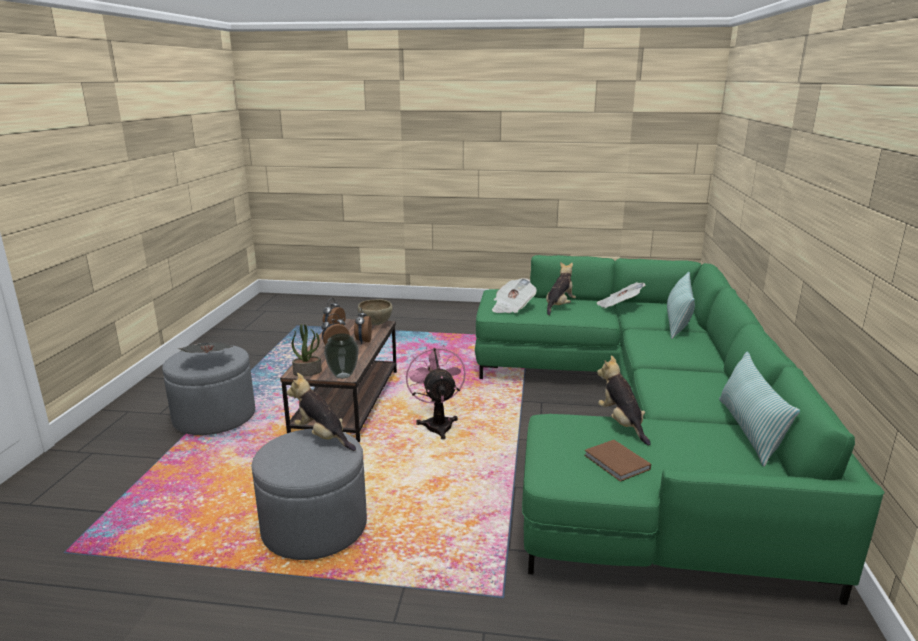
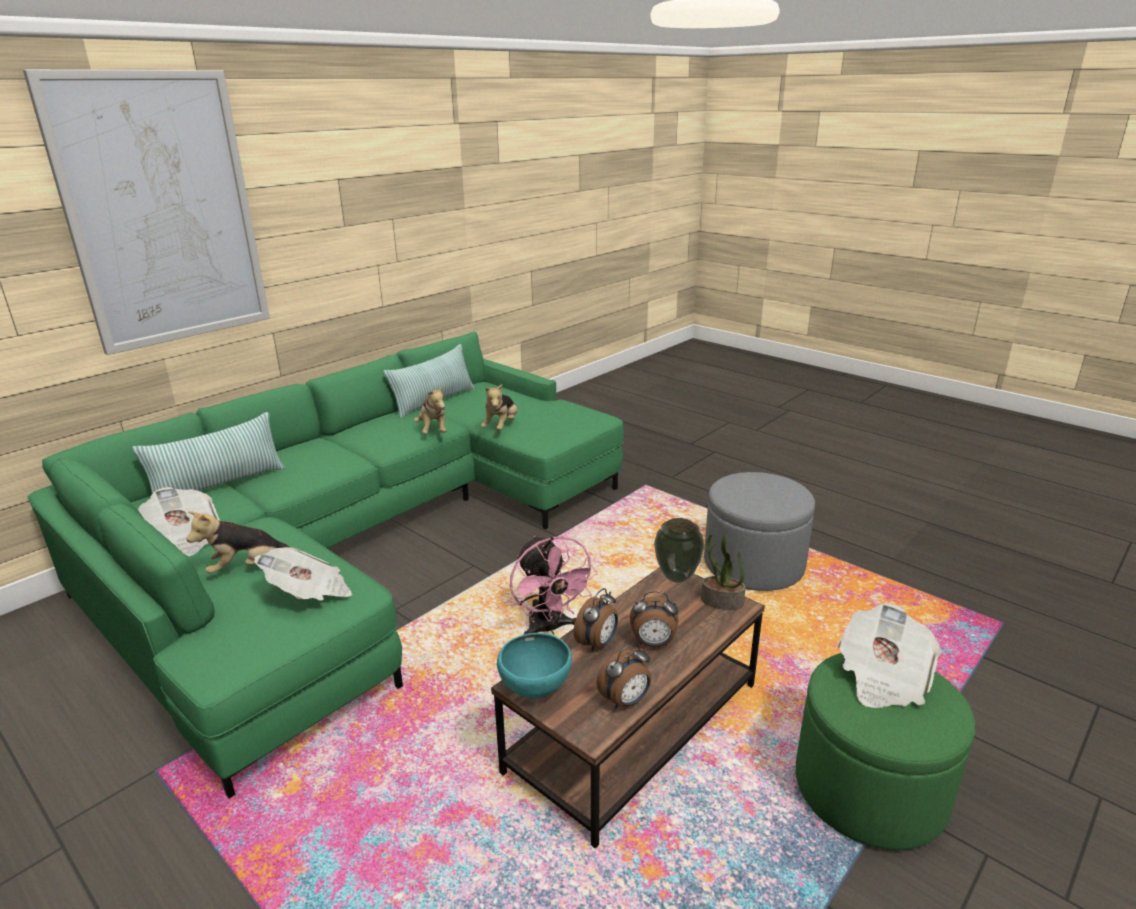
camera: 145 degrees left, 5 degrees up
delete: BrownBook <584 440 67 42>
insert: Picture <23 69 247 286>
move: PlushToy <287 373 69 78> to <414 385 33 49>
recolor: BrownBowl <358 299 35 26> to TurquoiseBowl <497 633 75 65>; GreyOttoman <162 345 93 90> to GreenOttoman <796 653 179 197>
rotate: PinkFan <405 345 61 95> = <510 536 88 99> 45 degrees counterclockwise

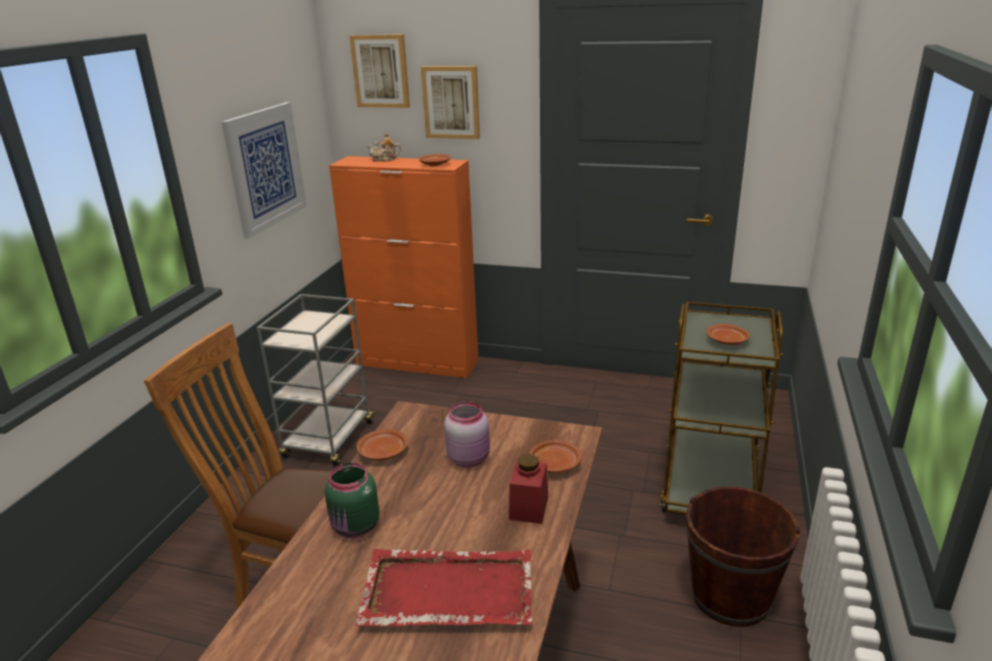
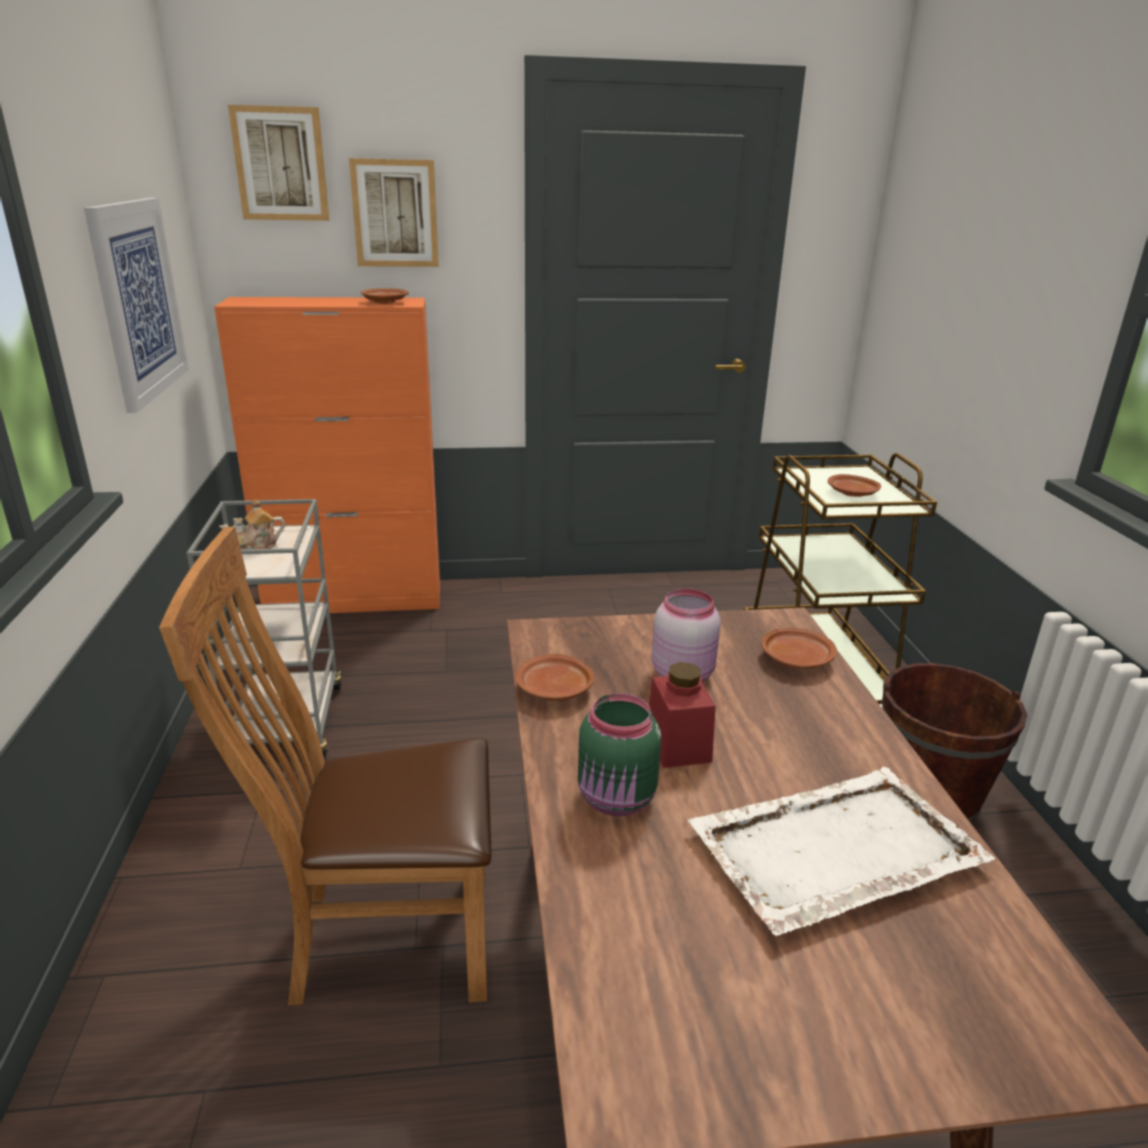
camera: 25 degrees left, 0 degrees up
move: Teapot <367 132 34 29> to <219 500 66 50>; RedJar <509 454 39 70> to <649 662 67 106>
recolor: RedTray <355 549 177 78> to WhiteTray <688 767 307 169>

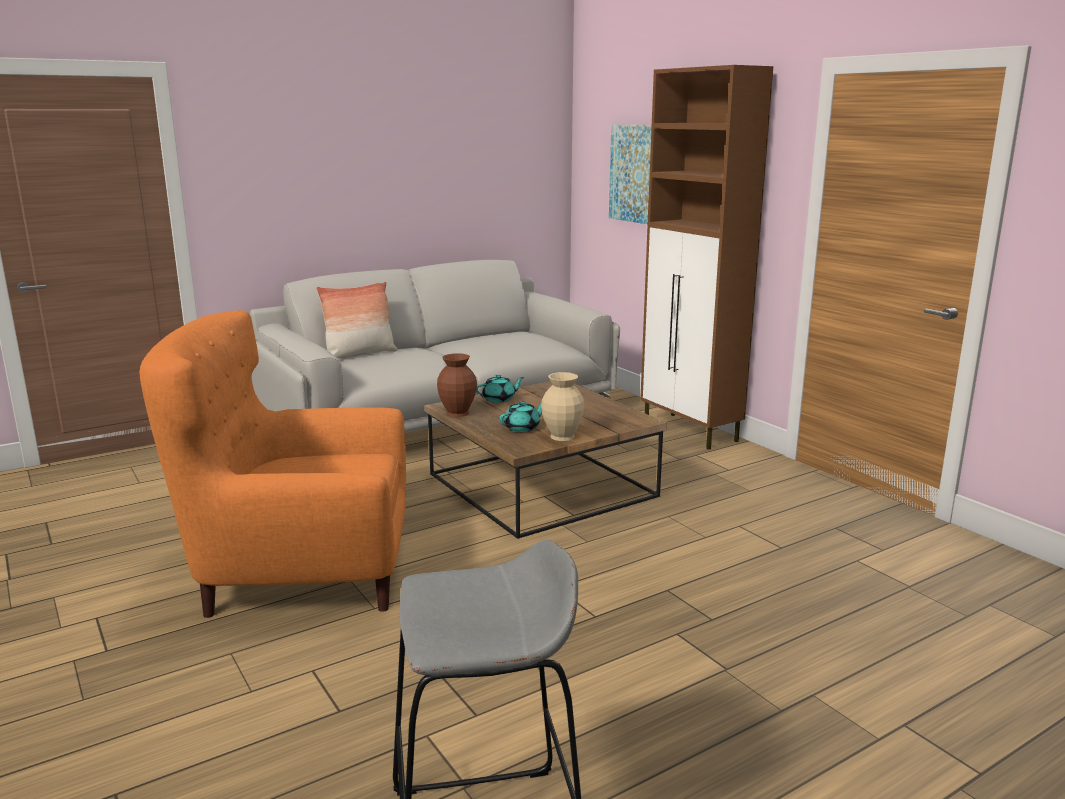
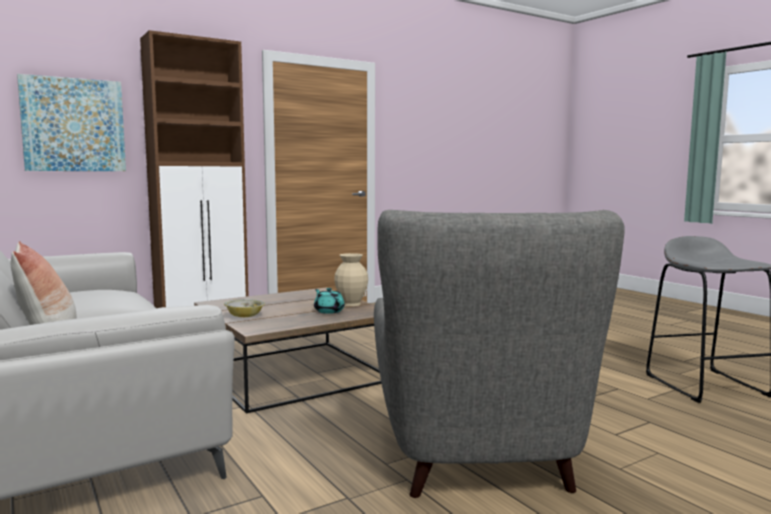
camera: 90 degrees left, 10 degrees down
delete: BrownVase <437 353 40 64>
replace: TurquoiseTeapot <476 375 48 28> to Bowl <224 299 41 18>
recolor: OrangeArmchair <139 310 267 308> to GreyArmchair <374 210 251 288>

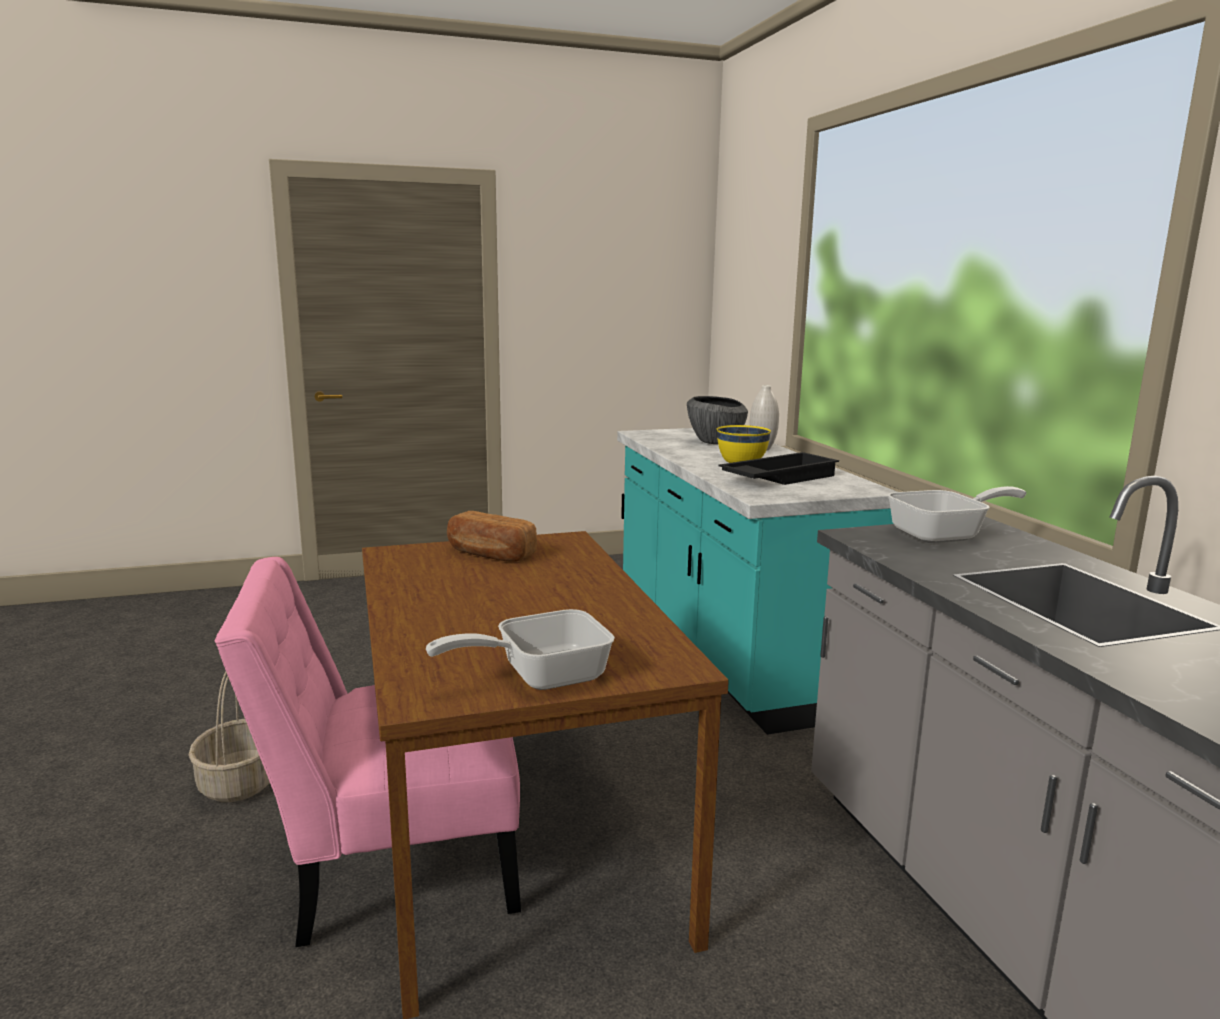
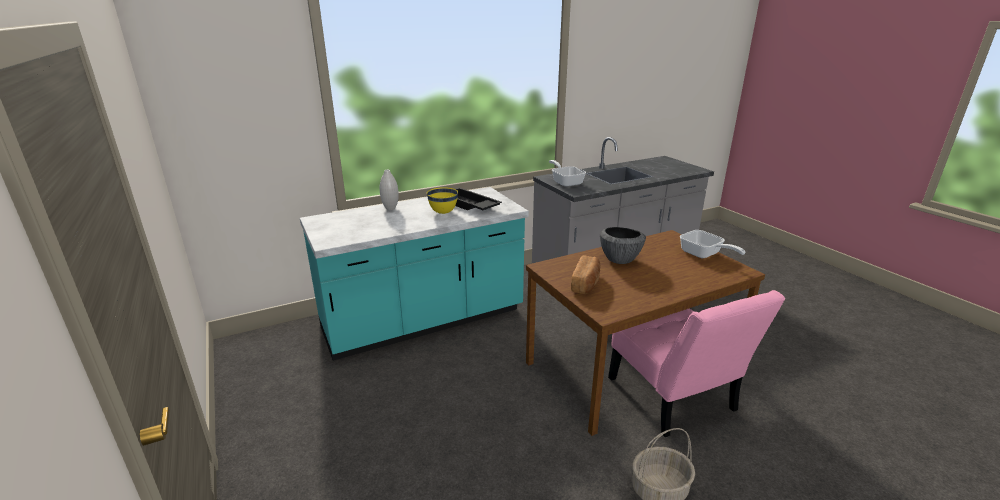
camera: 100 degrees left, 10 degrees up
move: Bowl <687 396 61 48> to <600 227 46 37>

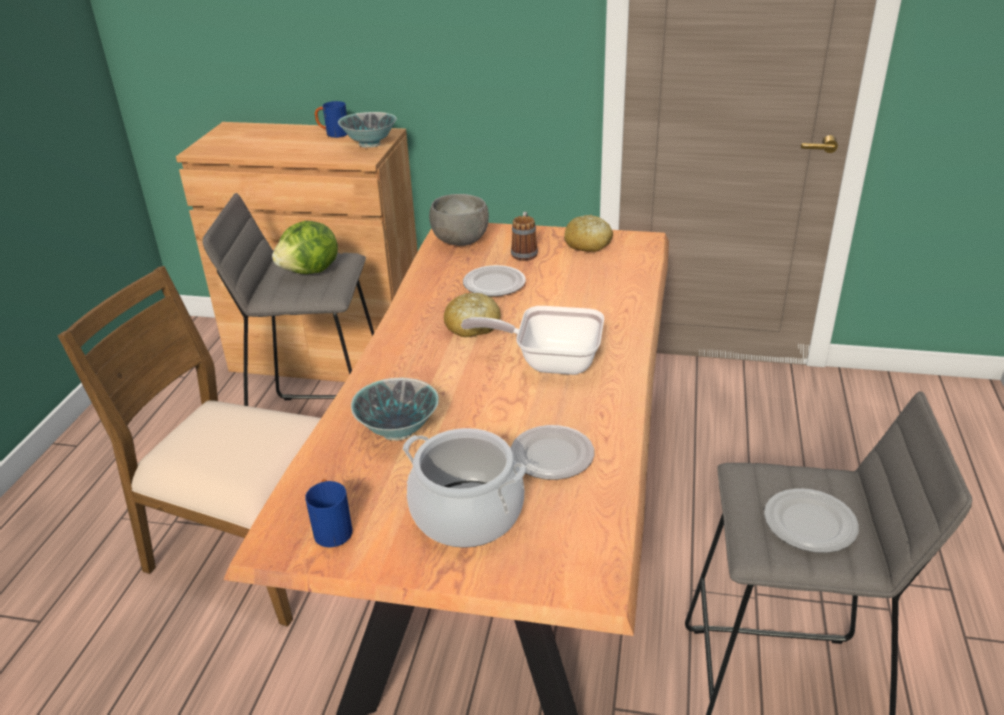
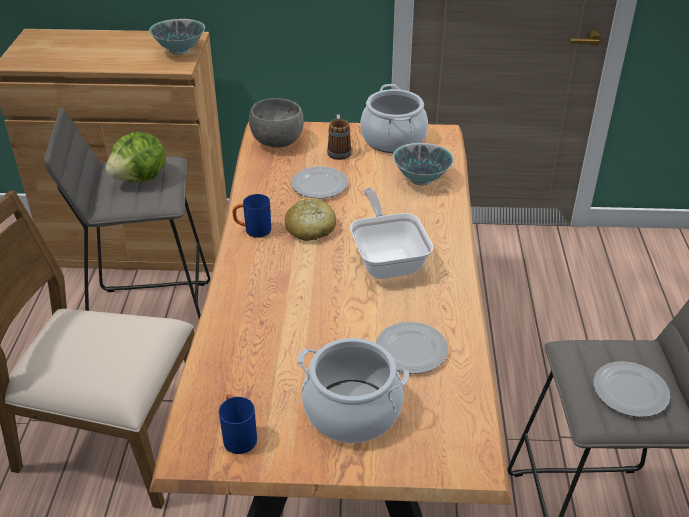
camera: 10 degrees left, 5 degrees up
move: BlueMug <315 101 32 37> to <232 194 39 43>; Bowl <351 378 88 63> to <393 143 61 42>
replace: Bread <564 215 49 37> to CookingPot <360 84 68 69>
rotate: FryingPan <461 306 143 69> = <350 188 83 91> 75 degrees clockwise

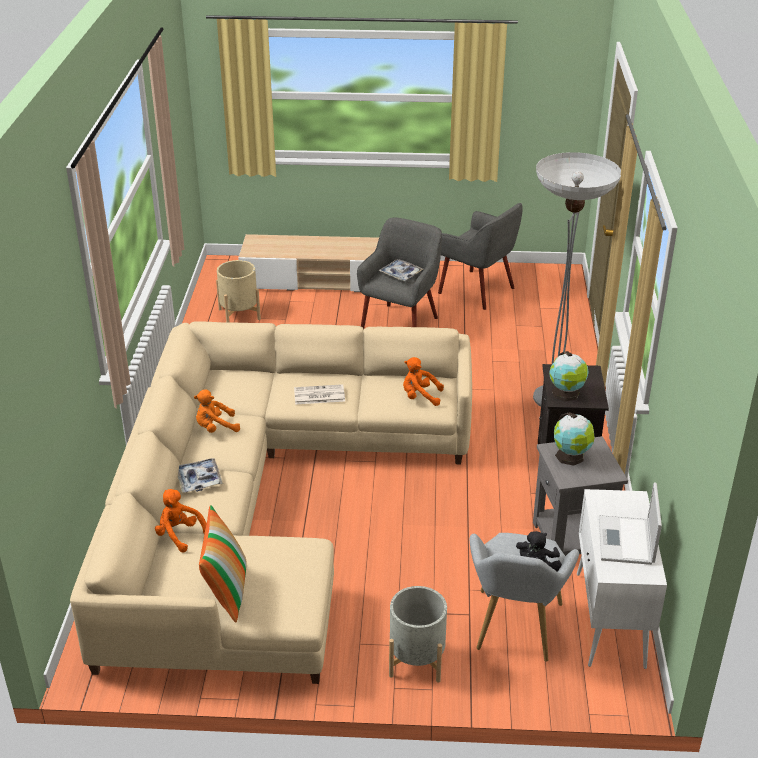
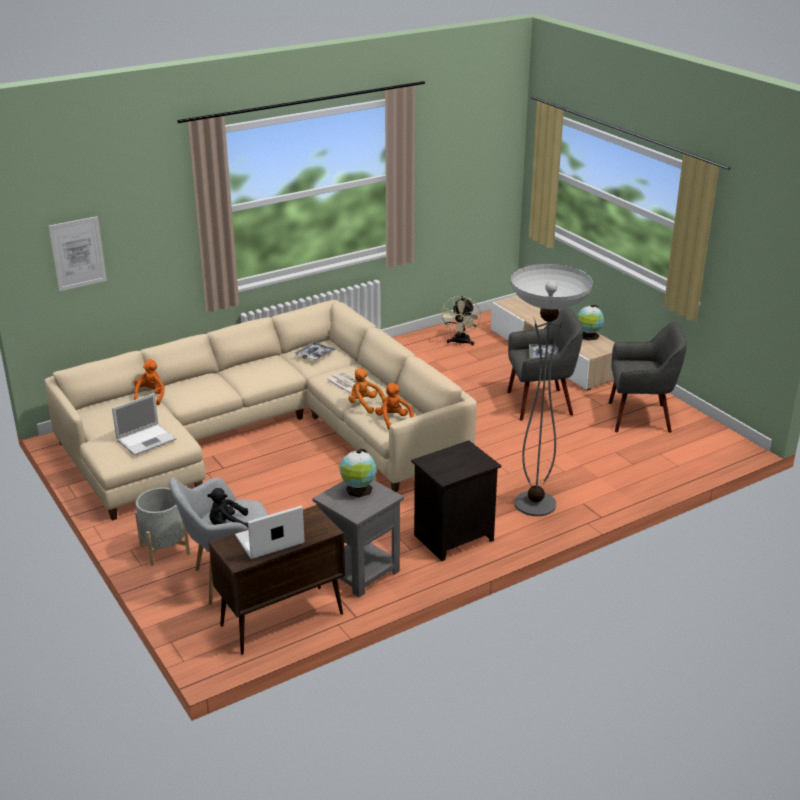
camera: 55 degrees right, 5 degrees down
delete: Pillow <199 505 48 118>
insert: Picture <48 216 59 75>; Laptop <112 393 64 63>
move: Tray <178 458 45 35> to <295 342 41 19>; OrangePlushToy <194 389 46 44> to <348 368 38 46>; Globe <549 351 40 51> to <577 305 27 36>
replace: BeigePlanter <216 260 45 63> to BeigeFan <440 296 41 49>
recolor: WhiteCabinet <577 489 90 180> to BrownCabinet <209 505 136 150>
rotate: GreyArmchair <438 203 85 107> = <609 322 78 111> 90 degrees counterclockwise

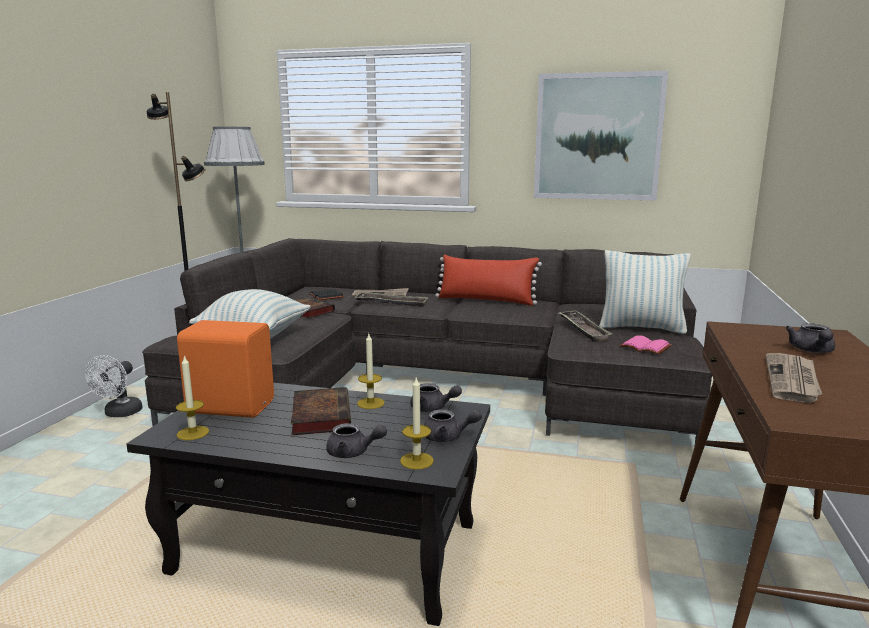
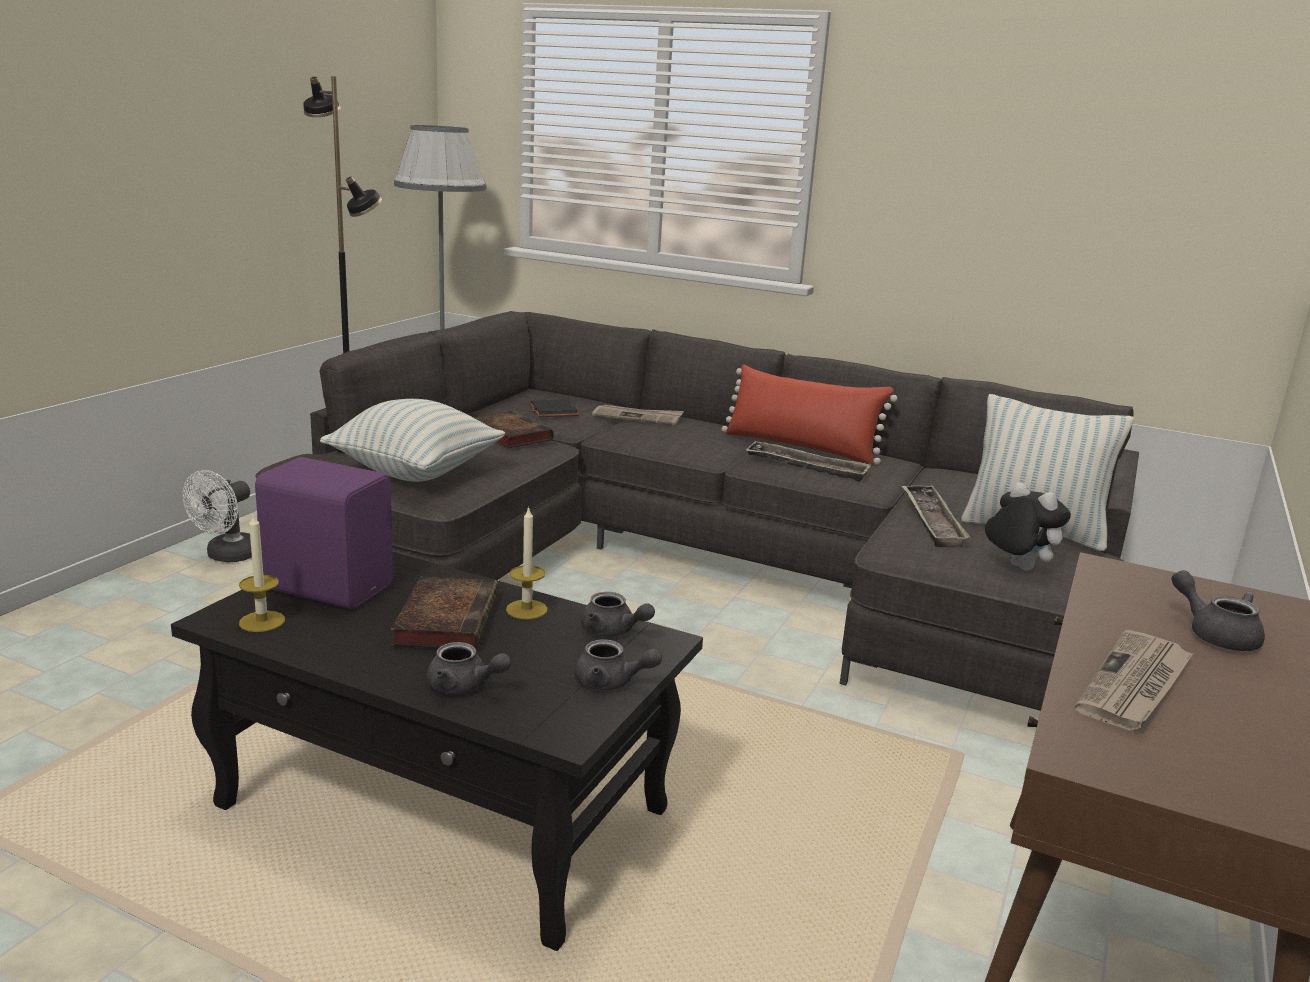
camera: 10 degrees right, 5 degrees up
delete: Candle <400 378 34 92>; Picture <534 71 134 129>
move: Tray <354 292 75 15> to <745 441 126 41>
replace: PinkBook <620 335 51 20> to PlushToy <985 482 86 88>
recolor: OrangeSpeaker <177 320 97 98> to PurpleSpeaker <255 457 138 152>
rotate: GreyTeapot <786 323 49 30> = <1171 570 94 81> 120 degrees clockwise

